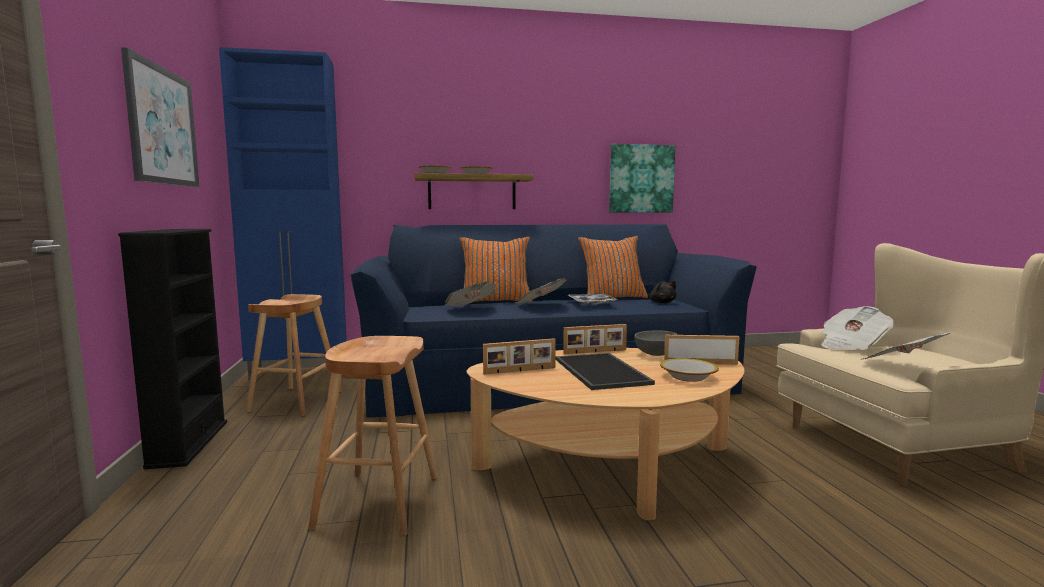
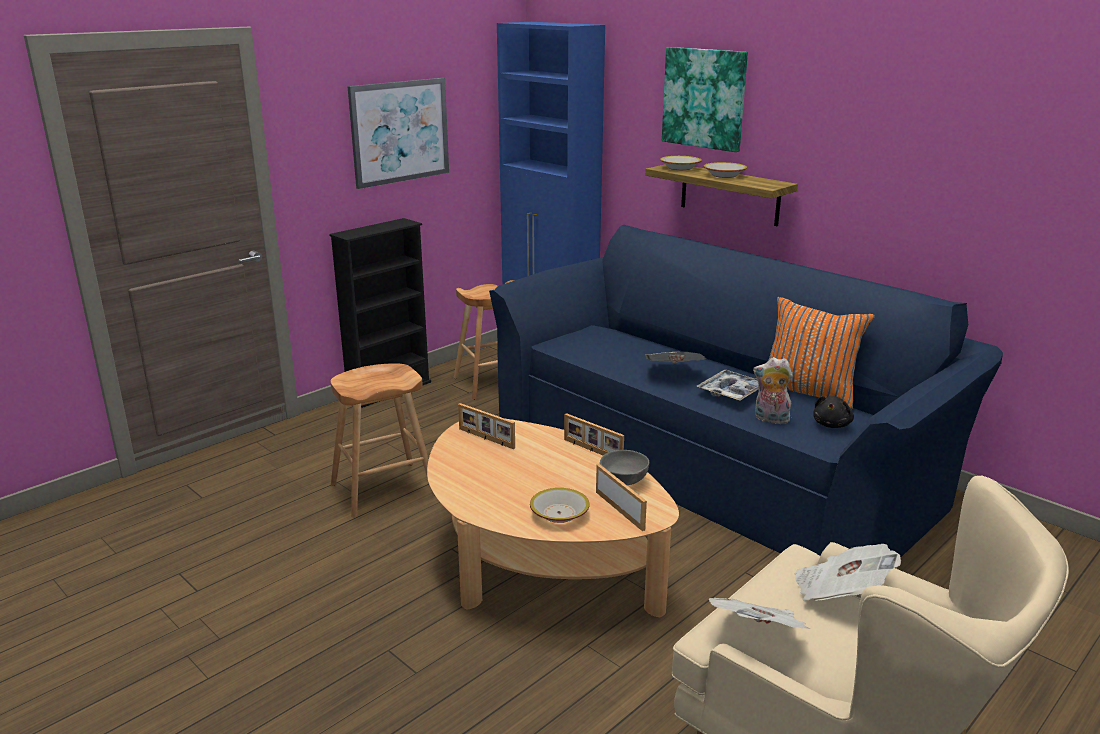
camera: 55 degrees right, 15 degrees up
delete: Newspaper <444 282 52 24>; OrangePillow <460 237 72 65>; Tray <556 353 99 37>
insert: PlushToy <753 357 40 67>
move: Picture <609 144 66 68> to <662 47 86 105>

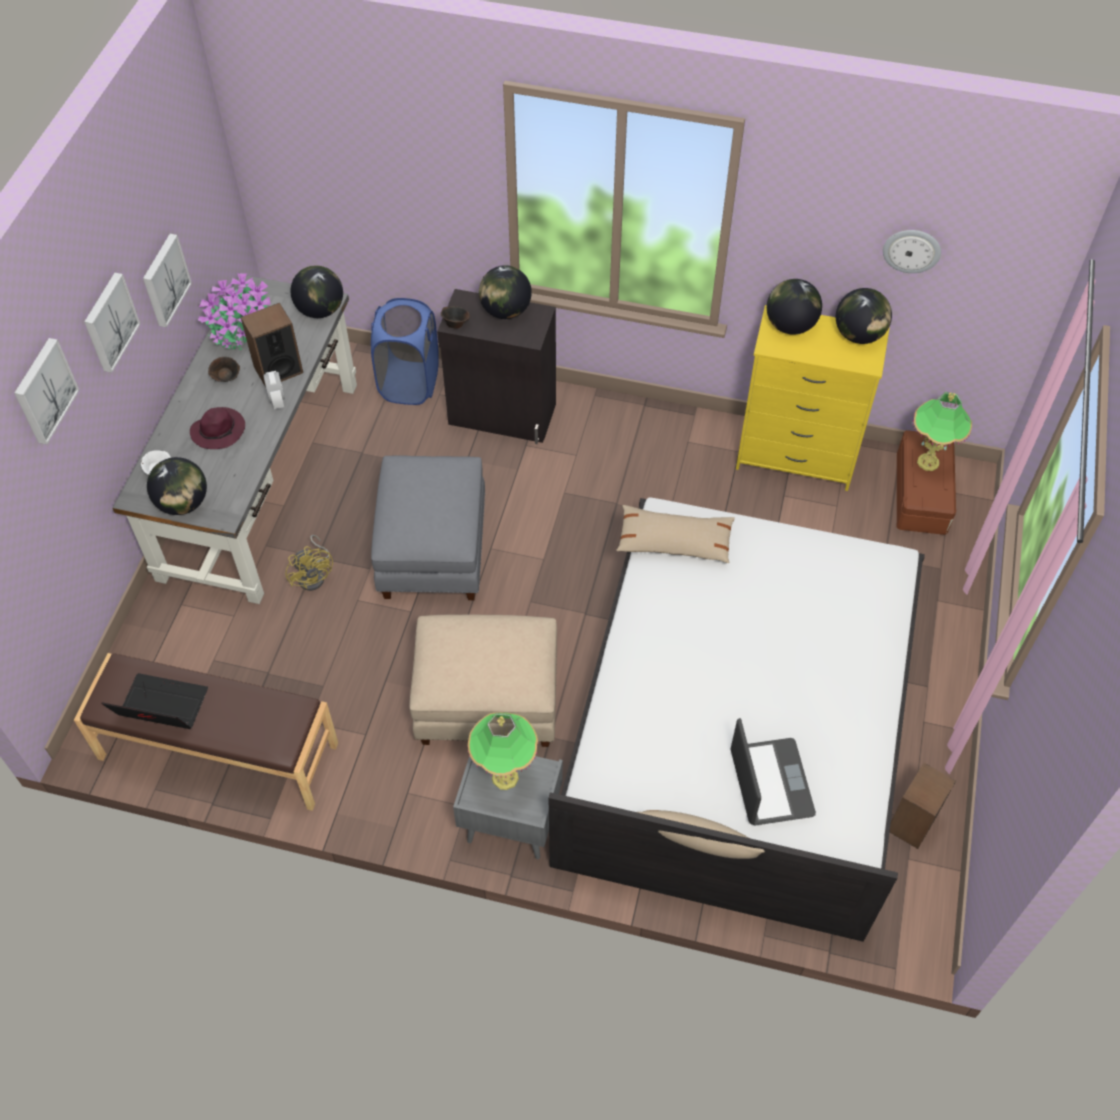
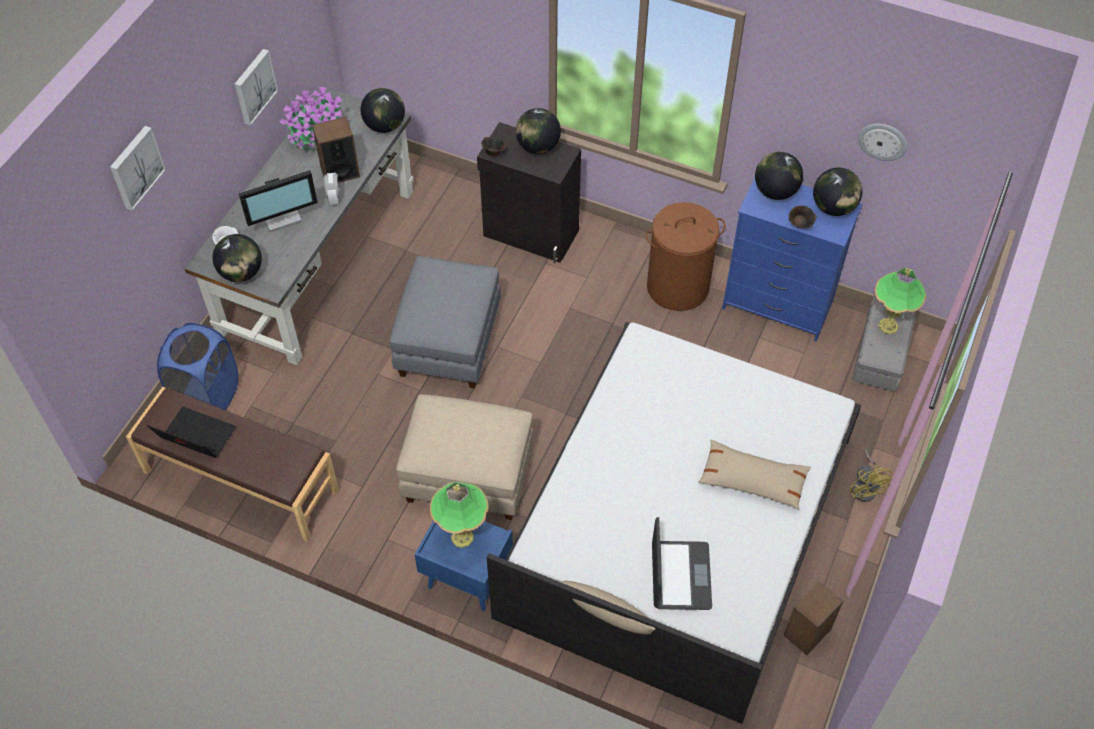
camera: 10 degrees right, 0 degrees up
delete: Picture <84 273 56 100>
insert: BrownLaundryBasket <645 202 80 109>
move: BlueLaundryBasket <371 298 68 107> to <157 323 81 88>; BeigePillow <616 505 119 58> to <698 440 113 70>; BrownBowl <208 357 32 25> to <789 205 27 23>; YellowFan <285 535 48 56> to <849 450 44 52>
replace: PurpleHat <190 407 55 42> to Monitor <238 170 80 62>
recolor: GreyNightstand <453 756 110 103> to BlueNightstand <414 521 99 90>; YellowDresser <736 305 154 186> to BlueDresser <722 178 140 163>; BrownStorageBox <897 430 59 105> to GreyStorageBox <852 296 64 96>

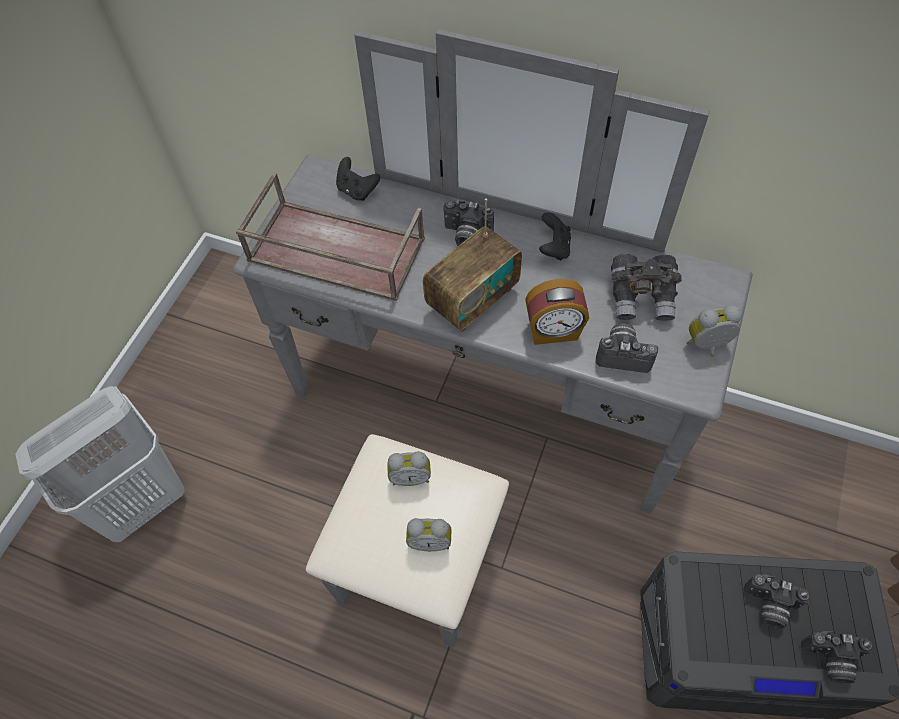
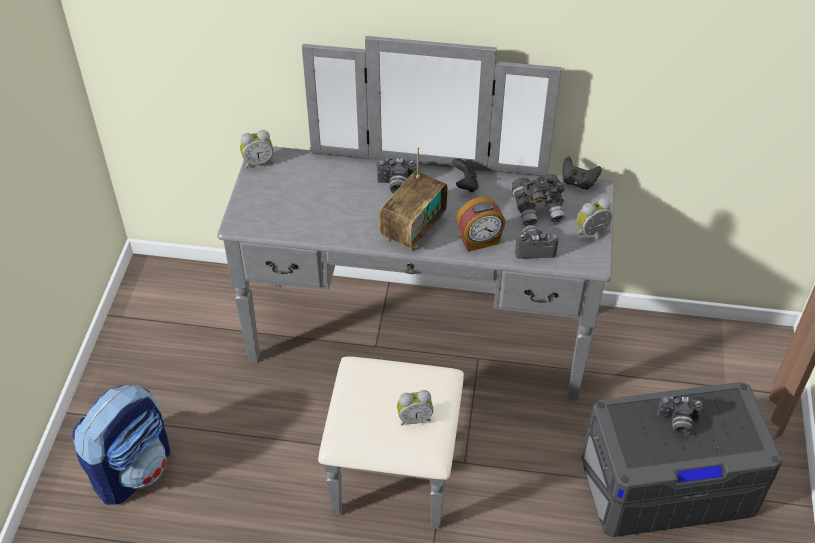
camera: 15 degrees left, 10 degrees down
delete: BrownTray <236 173 189 128>; PhotoCamera <801 631 71 52>
move: AlarmClock <387 451 44 35> to <240 130 33 38>; BlackGameController <336 157 44 44> to <563 157 39 33>
replace: WhiteLaundryBasket <15 386 170 156> to Backpack <72 385 99 120>

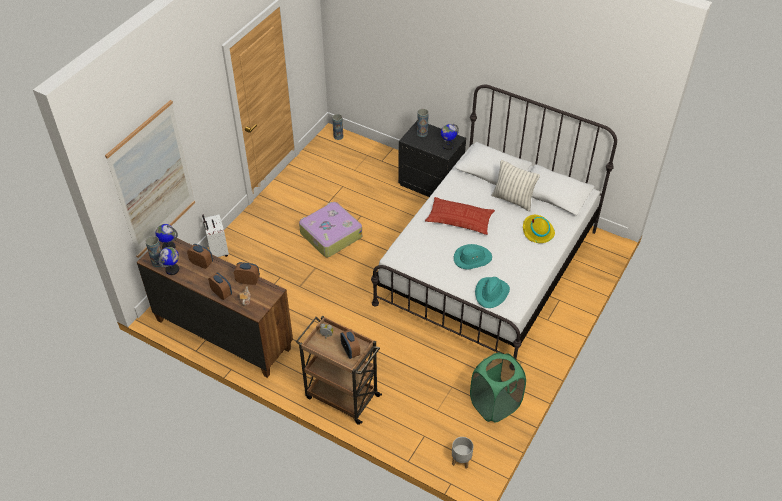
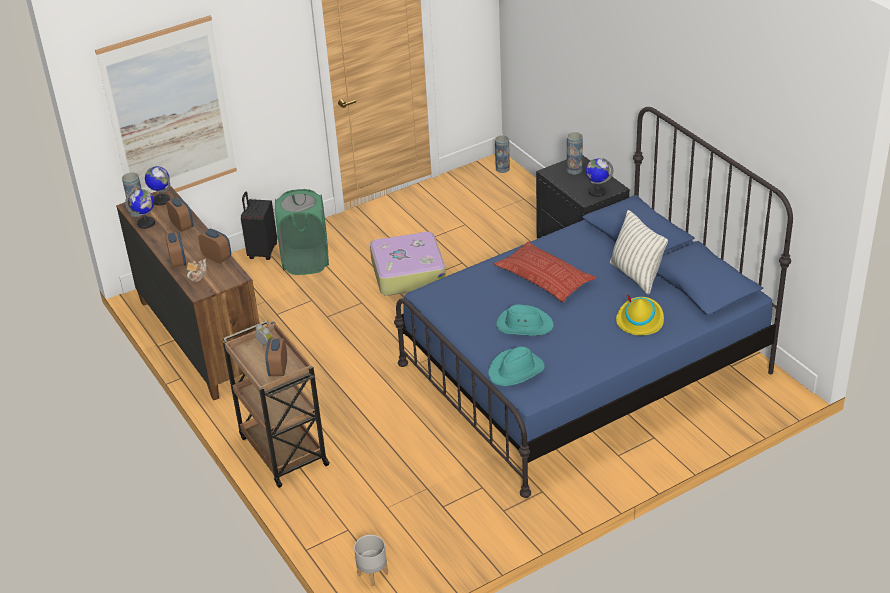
camera: 30 degrees right, 10 degrees down
move: GreenLaundryBasket <470 352 56 71> to <275 189 54 86>
recolor: WhiteSuitcase <202 215 27 42> to BlackSuitcase <241 192 36 68>; WhiteBed <371 85 246 274> to BlueBed <394 107 399 391>

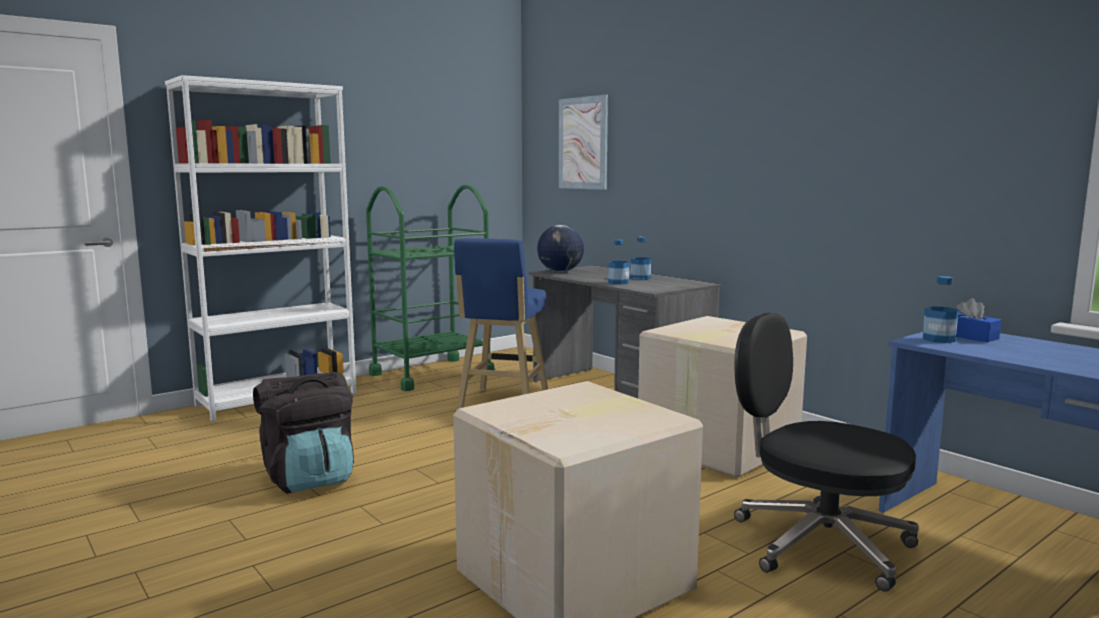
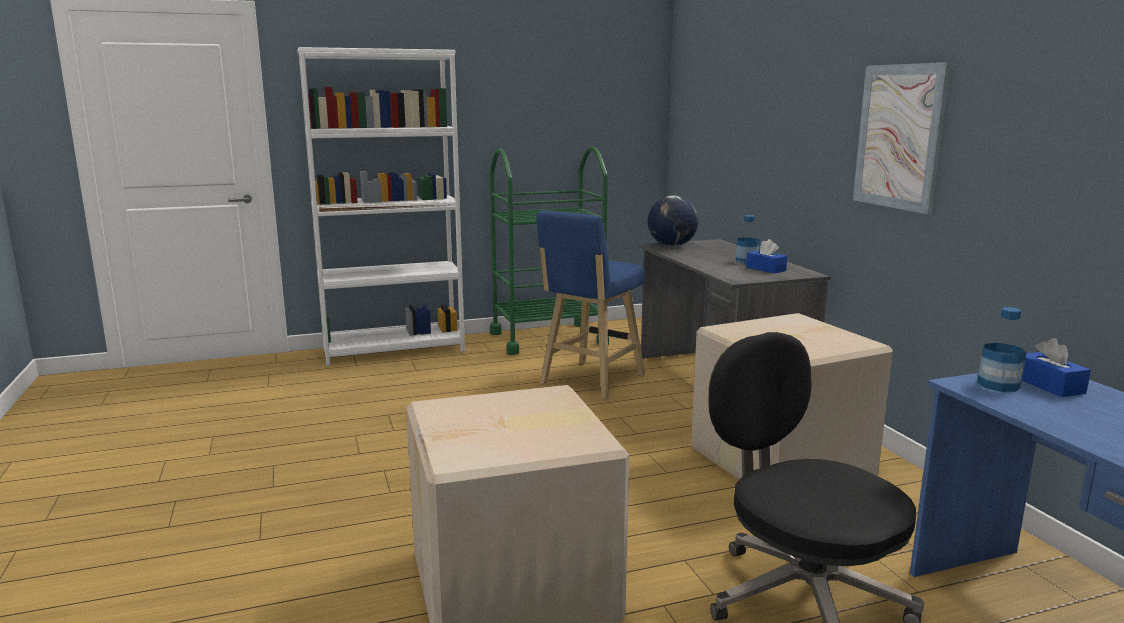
camera: 20 degrees right, 5 degrees up
delete: BlackBackpack <253 372 101 122>; Bottle <608 239 21 46>
insert: BlueTissueBox <746 239 41 35>
move: Picture <559 94 49 96> to <853 62 97 152>

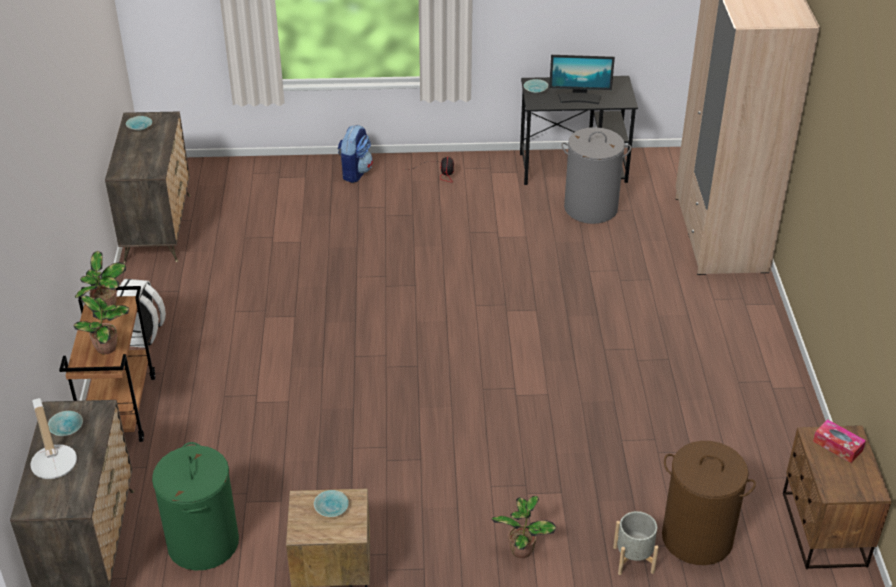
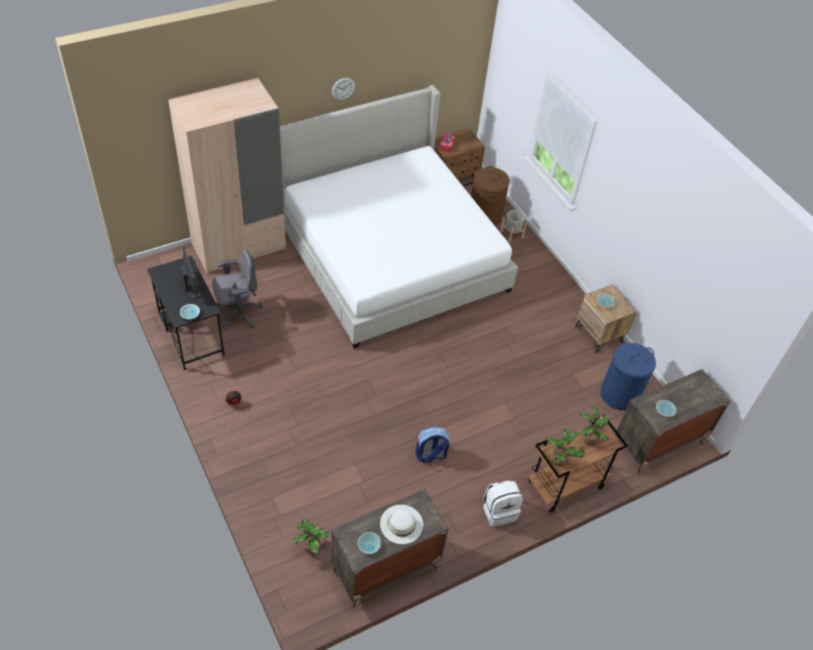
camera: 120 degrees left, 10 degrees up
delete: TableLamp <30 398 47 81>
insert: Bed <280 85 238 263>; WallClock <332 77 23 23>; WhiteHat <380 505 43 39>
move: PottedPlant <491 496 65 62> to <293 519 37 35>; Backpack <338 125 35 58> to <415 427 35 35>
replace: GreyLaundryBasket <561 127 70 97> to GreyOfficeChair <212 250 51 80>
recolor: GreenLaundryBasket <152 442 87 128> to BlueLaundryBasket <600 343 56 68>

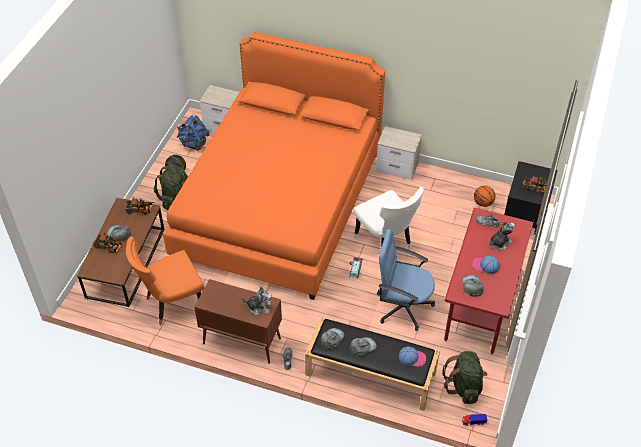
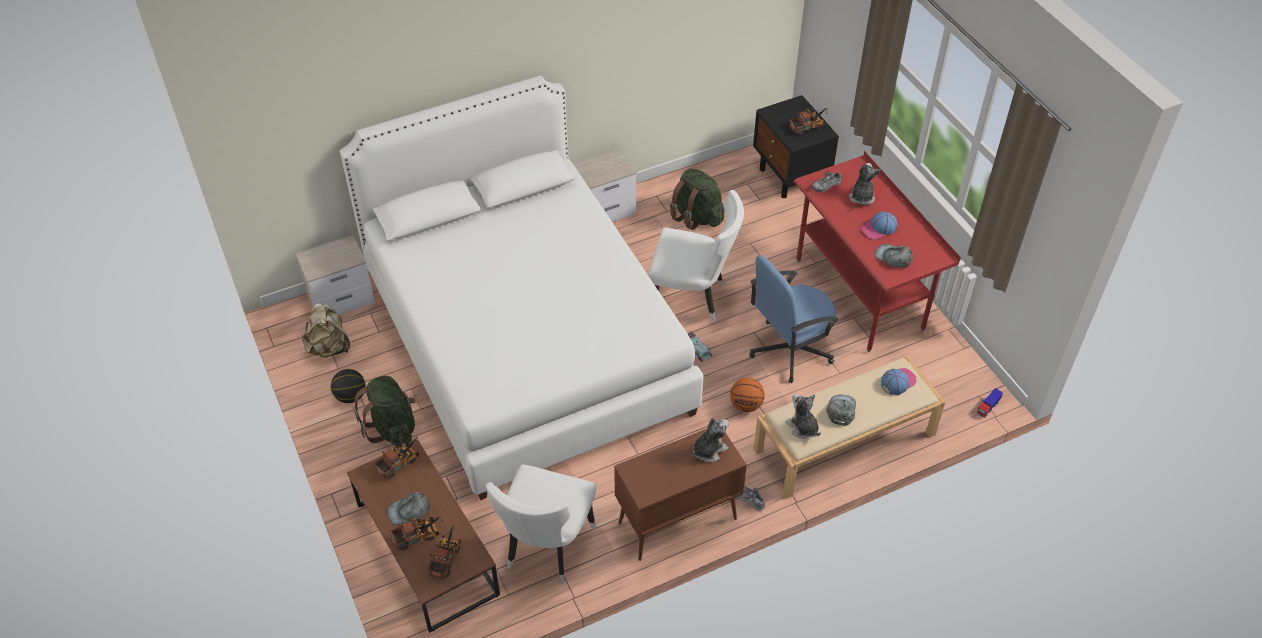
camera: 45 degrees left, 0 degrees up
insert: ToyTruck <427 525 34 54>
move: GreenBackpack <443 351 44 53> to <670 168 54 62>; Basketball <474 186 21 21> to <730 378 35 34>
replace: GreyCap <321 328 24 22> to PlushToy <785 394 36 45>
recolor: BlueBackpack <177 115 32 36> to BeigeBackpack <302 303 48 55>; OrangeBed <163 32 222 268> to WhiteBed <340 75 363 425>; OrangeChair <126 237 78 88> to WhiteChair <486 464 110 120>; BlackBench <305 317 135 94> to BeigeBench <753 356 193 143>

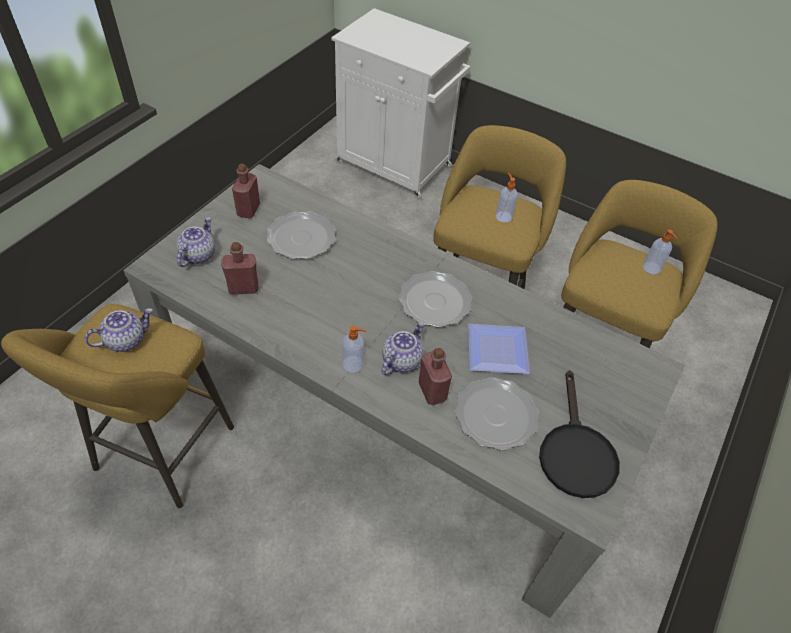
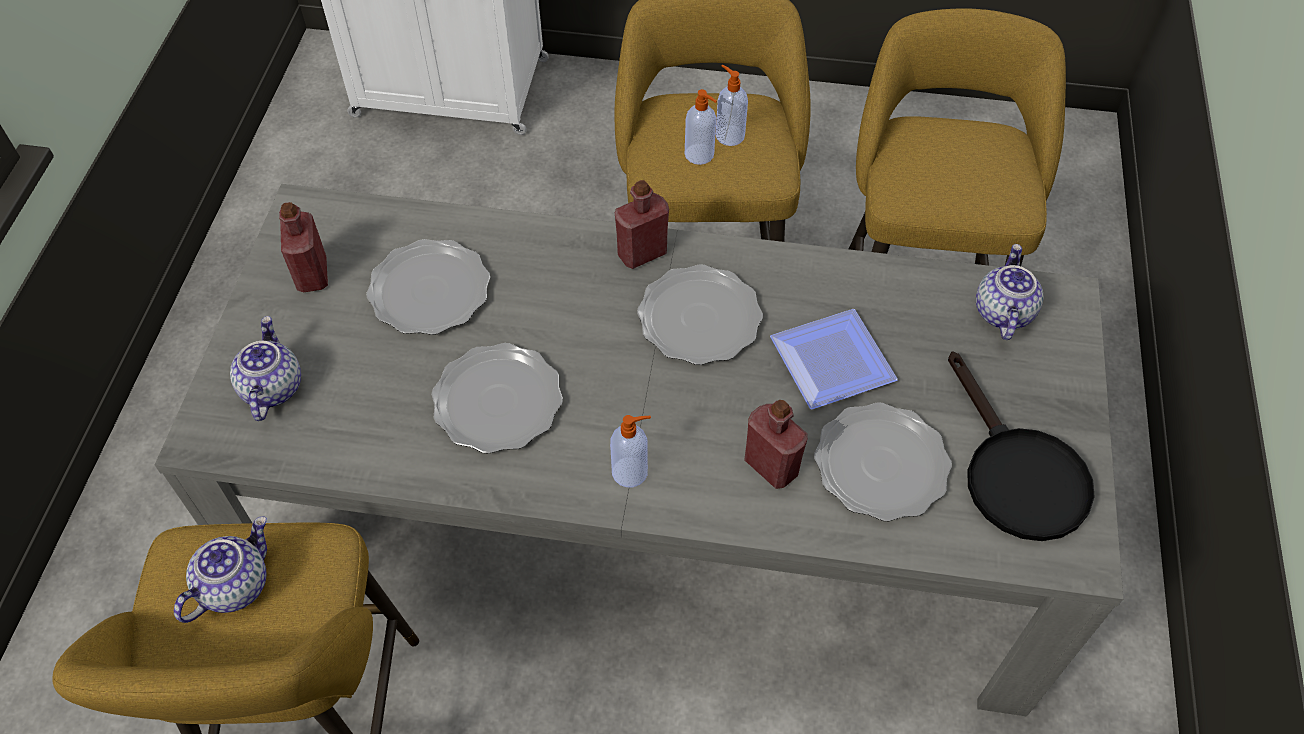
camera: 20 degrees left, 5 degrees up
insert: Plate <431 343 132 111>
move: RedBottle <221 242 37 53> to <615 180 54 89>; SoapDispenser <643 229 35 46> to <685 89 32 76>; Teapot <381 322 43 53> to <976 244 67 96>

